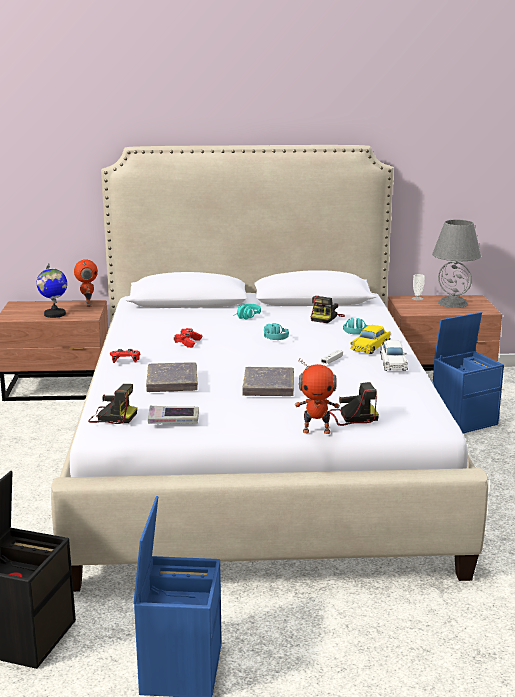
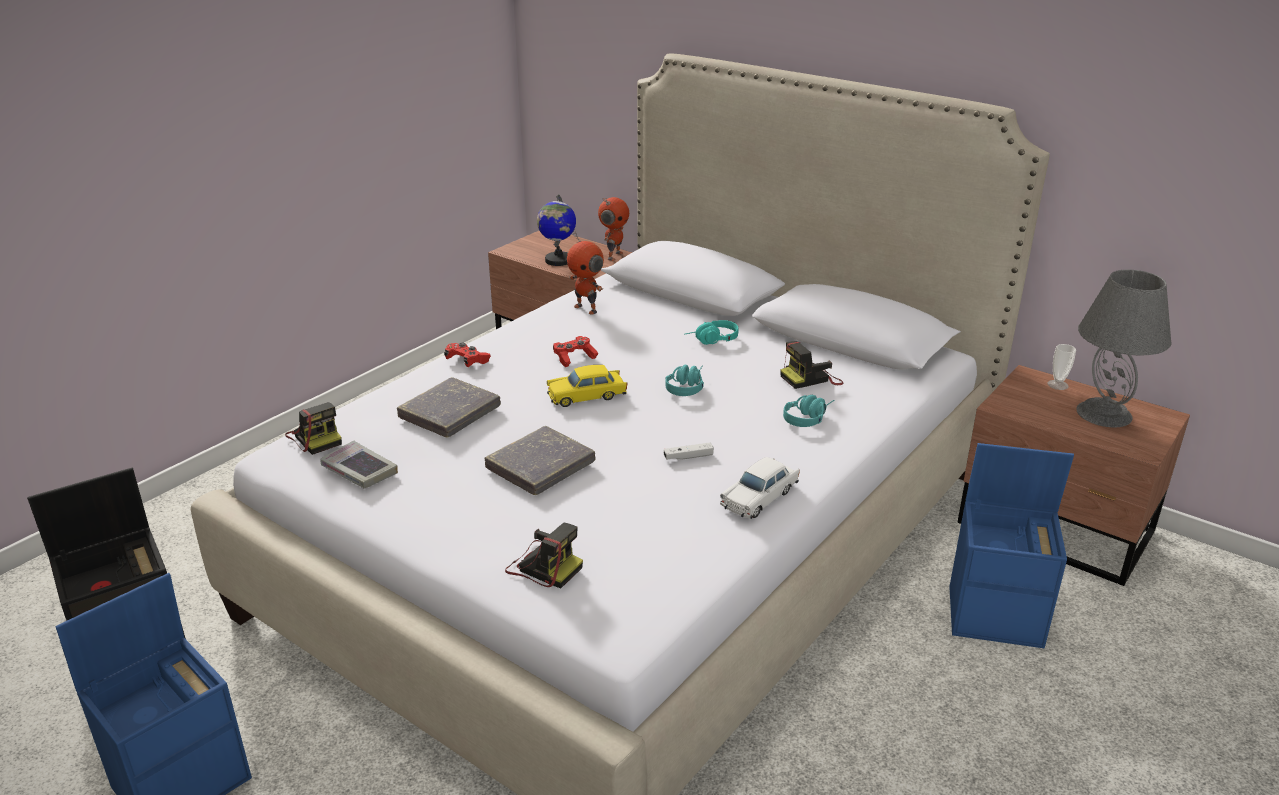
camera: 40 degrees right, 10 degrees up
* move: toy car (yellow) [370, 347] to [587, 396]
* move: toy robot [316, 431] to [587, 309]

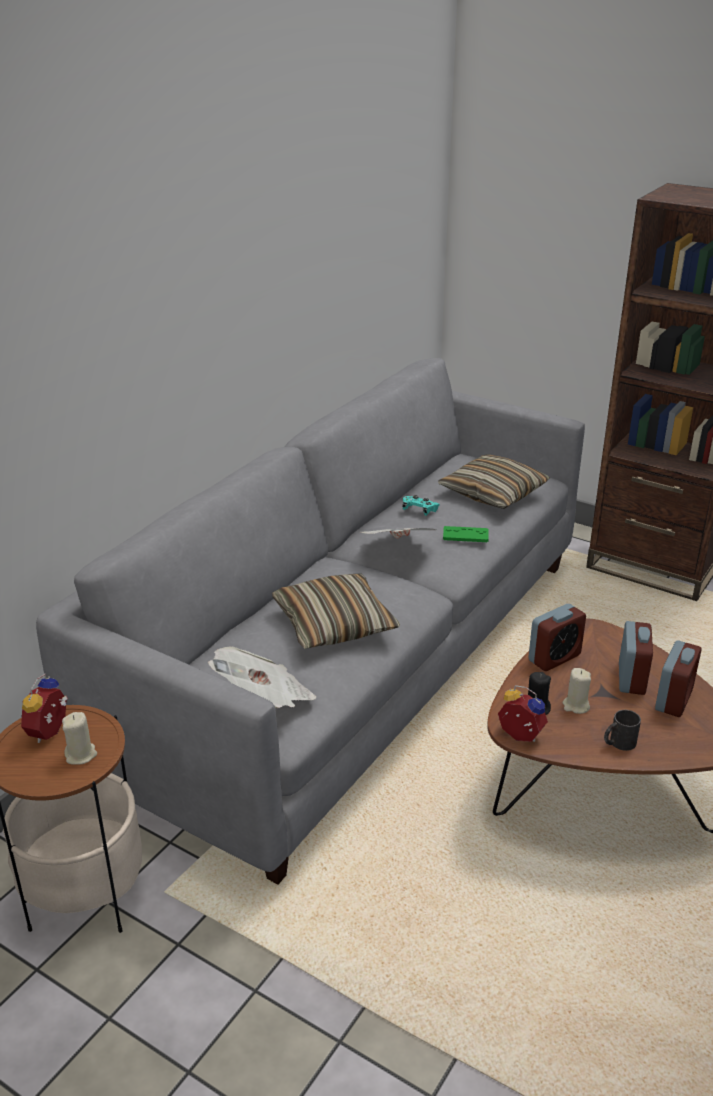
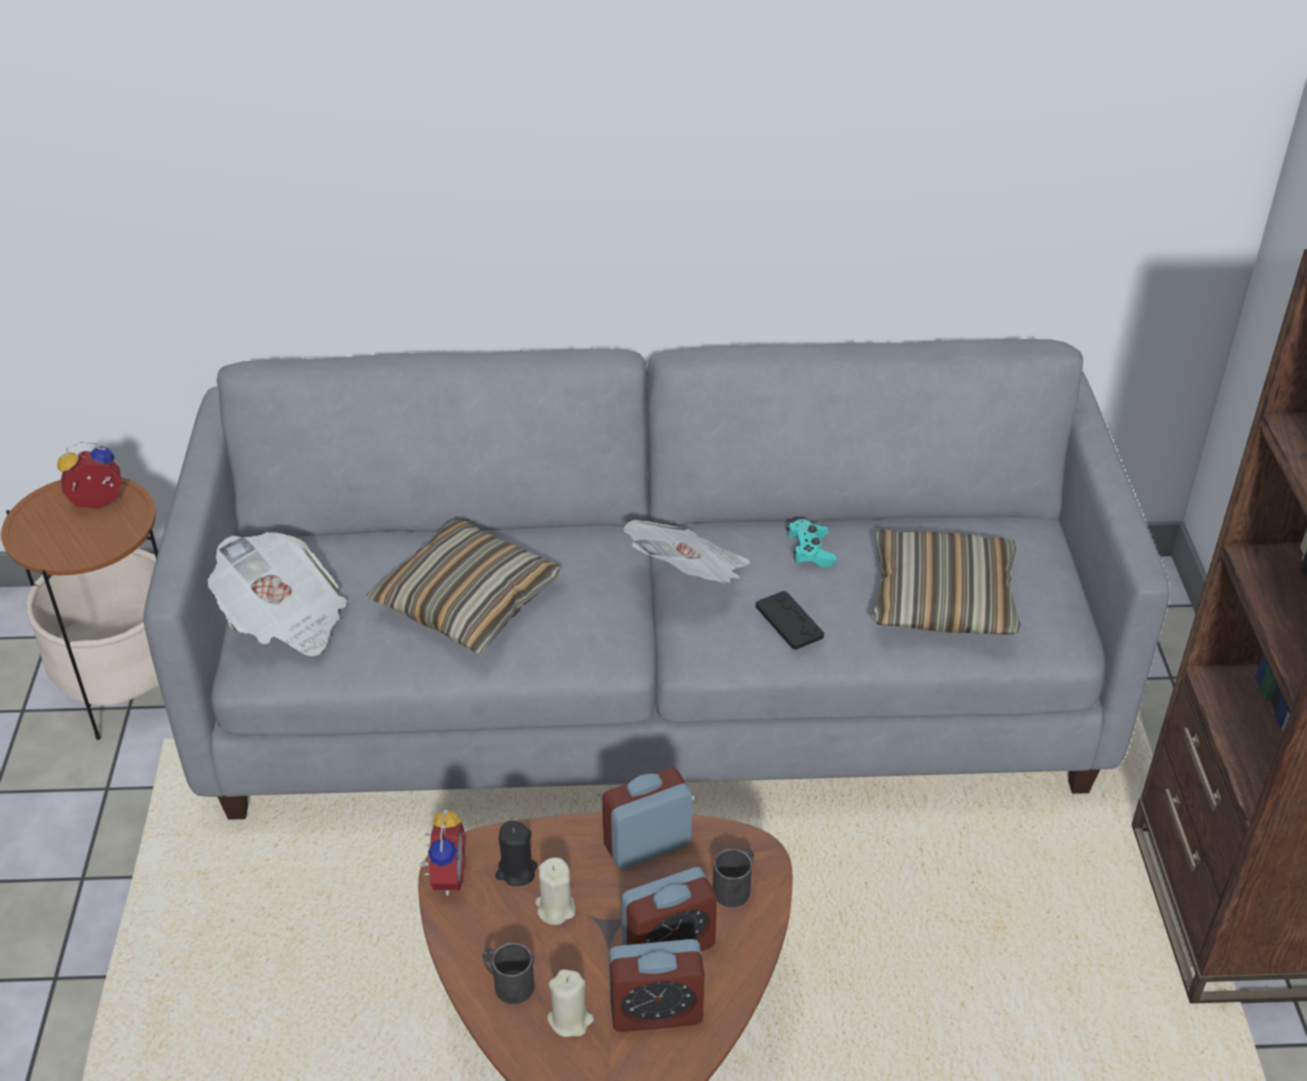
camera: 55 degrees right, 10 degrees up
* recolor: game controller (green) [465, 535] to game controller (black) [789, 621]
* rotate: alarm clock [554, 658] = [647, 844] 135 degrees clockwise
* move: candle (beige) [81, 755] to [570, 1019]
* insert: mug (black) [736, 886]

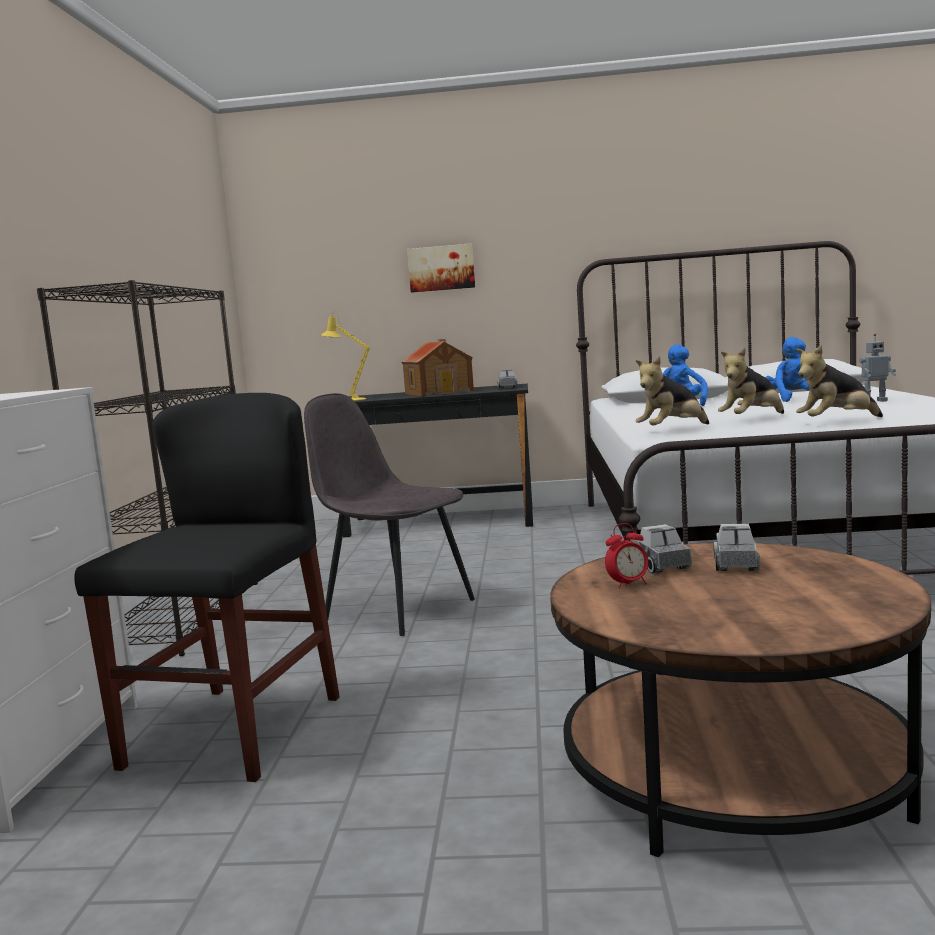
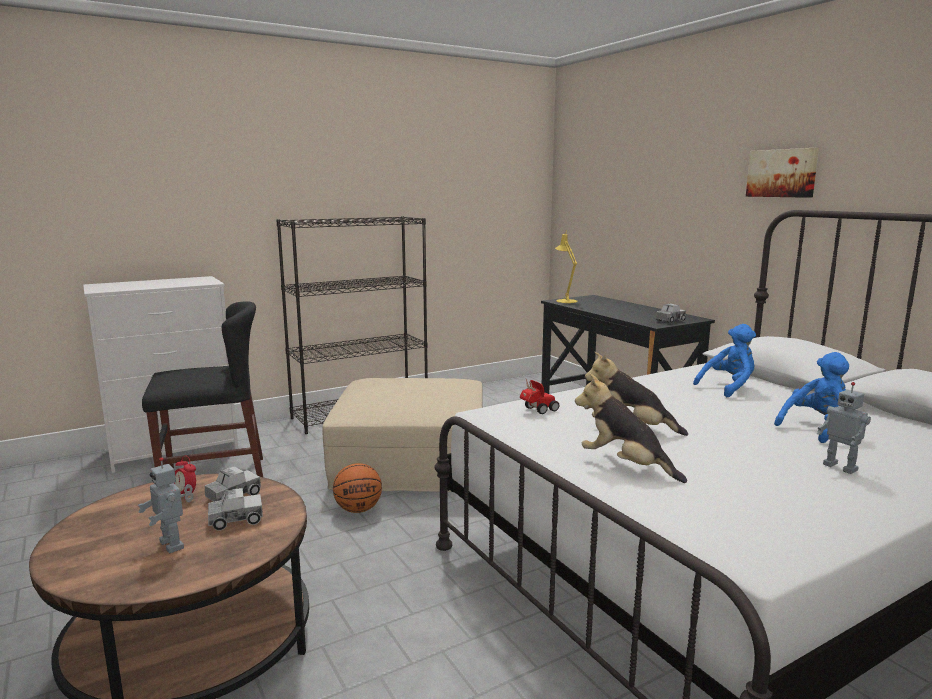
camera: 55 degrees right, 5 degrees up
* move: picture [441, 268] to [782, 173]
* delete: toy house [439, 392]
* replace: plush toy [672, 430] to toy car [537, 410]
* replace: chair (grey) [397, 609] to ottoman (beige) [411, 461]
* insert: toy robot [173, 544]
* insert: basketball [358, 509]

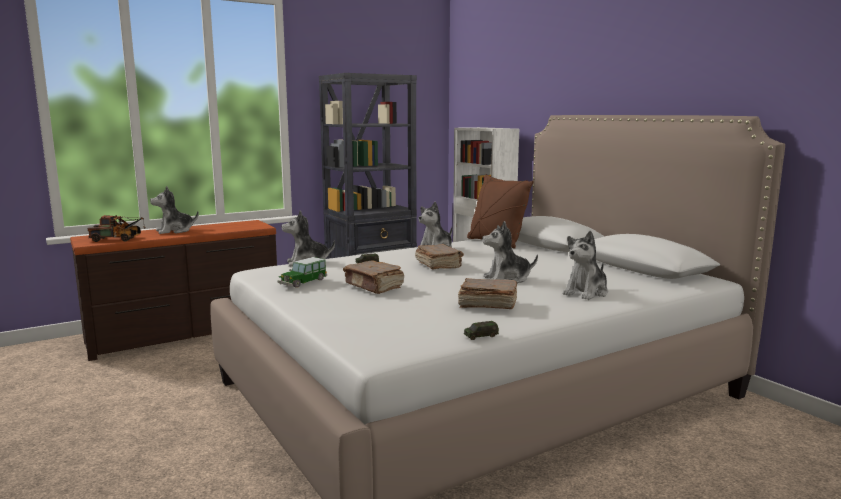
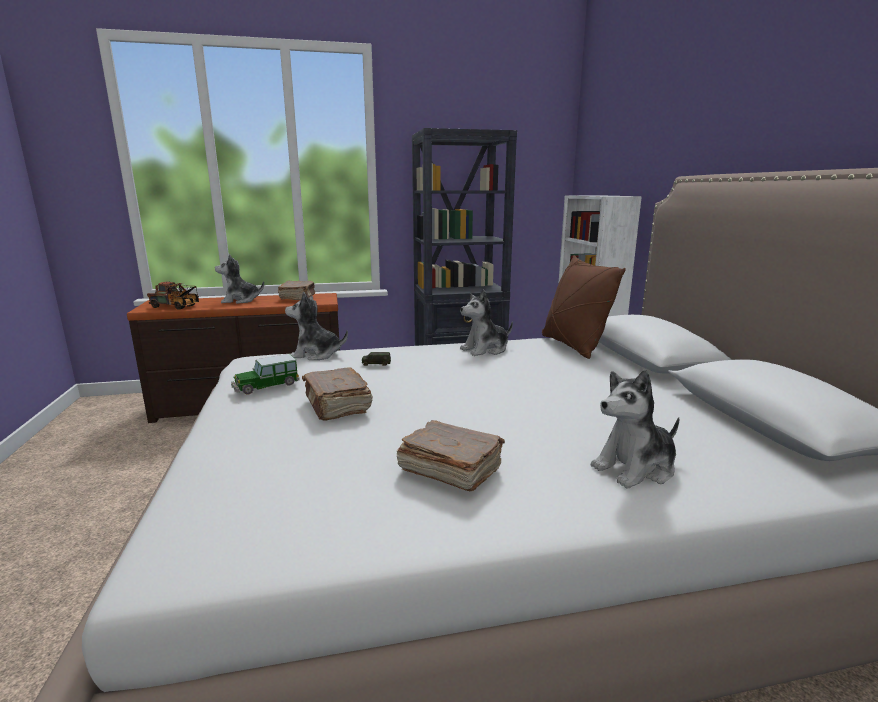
camera: 20 degrees right, 5 degrees up
* delete: plush toy [507, 279]
* move: book (brown) [438, 265] to [298, 298]
* delete: toy car [481, 336]

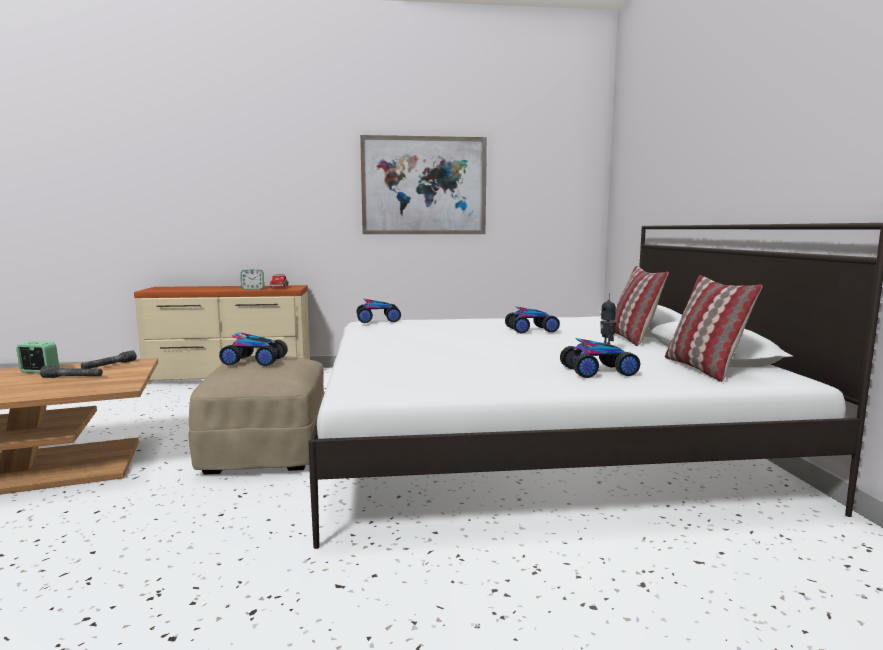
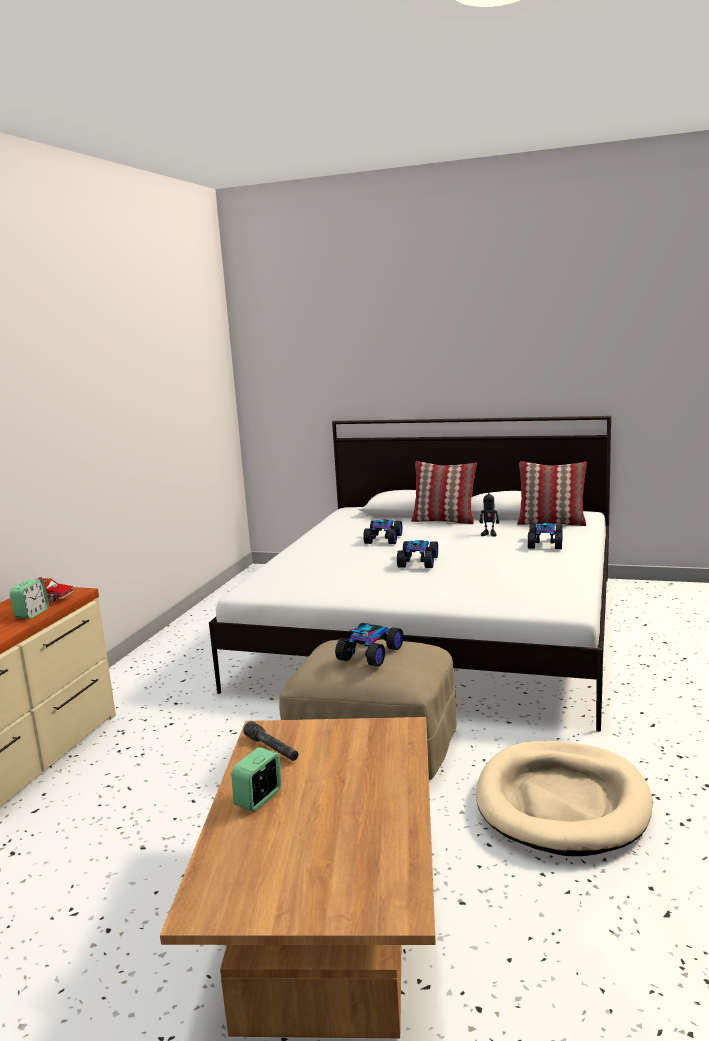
camera: 65 degrees left, 5 degrees up
* delete: picture [424, 186]
* move: toy car [378, 320] to [419, 562]
* delete: flashlight (grey) [73, 377]
* insert: dog bed (beige) [562, 802]

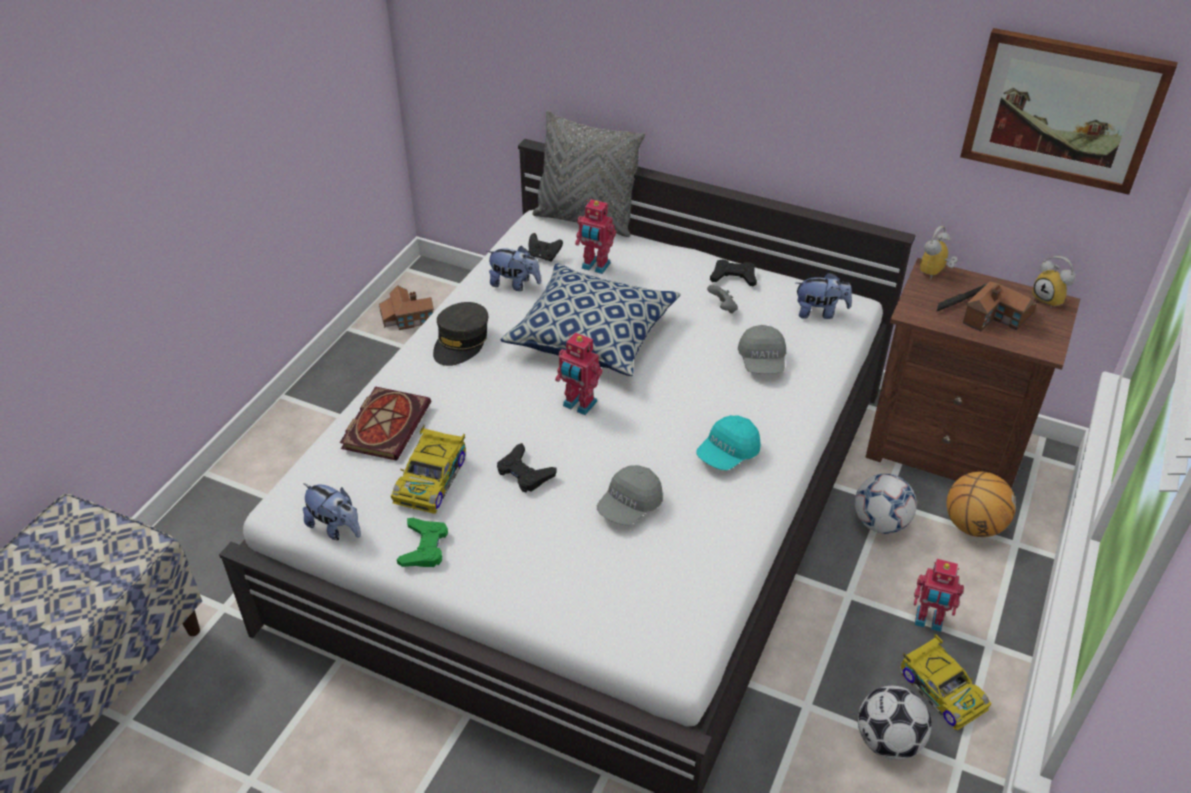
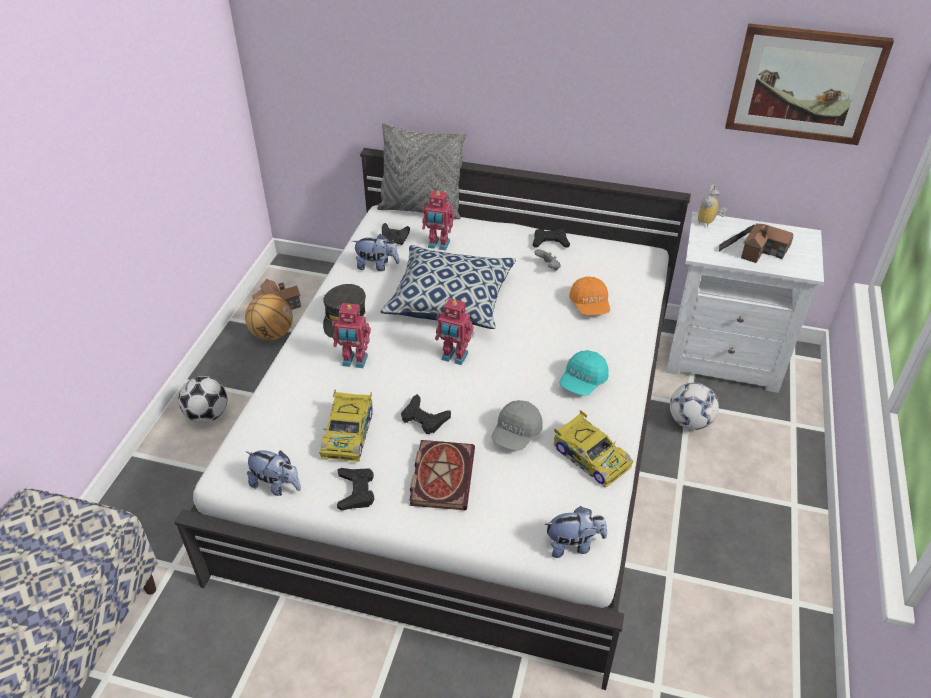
camera: 10 degrees left, 0 degrees up
* delete: alarm clock [1050, 299]
* recolor: nightstand (brown) [946, 448] to nightstand (white) [724, 358]
* move: plush toy [820, 312] to [573, 545]
* recolor: cap (grey) [762, 361] to cap (orange) [590, 305]
* move: book [385, 424] to [441, 475]
* move: basketball [973, 525] to [272, 334]
* recolor: game controller (green) [424, 547] to game controller (black) [356, 491]
* move: toy robot [928, 621] to [354, 361]
* move: toy car [941, 688] to [590, 456]
* move: football [888, 741] to [207, 415]

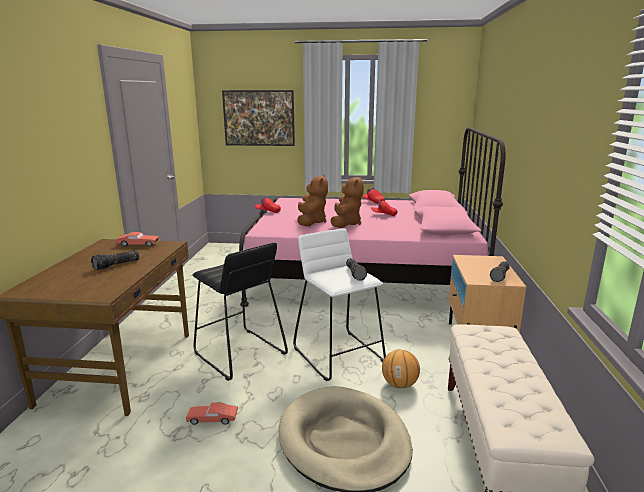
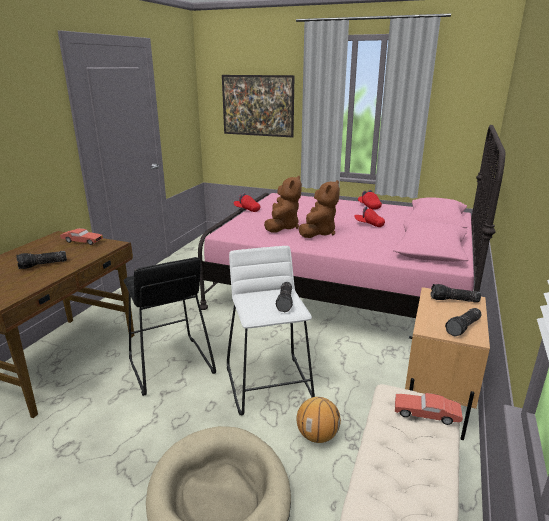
camera: 15 degrees right, 5 degrees up
* move: toy car (red) [213, 419] to [426, 414]
* insert: flashlight [454, 300]

